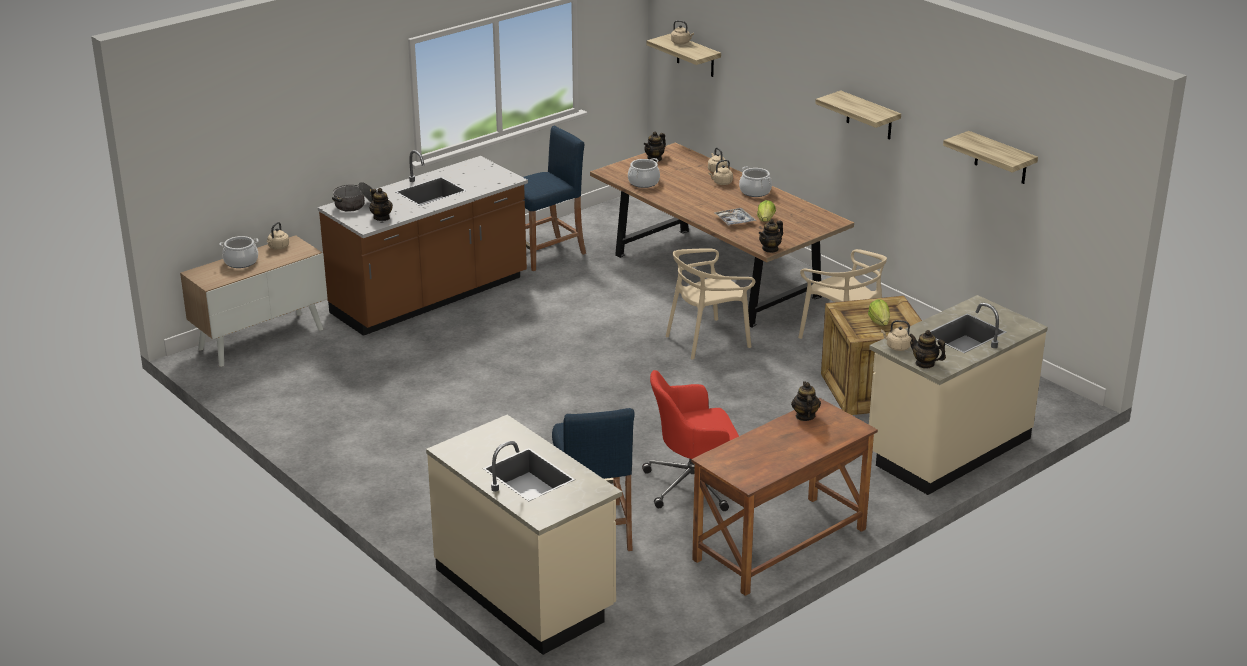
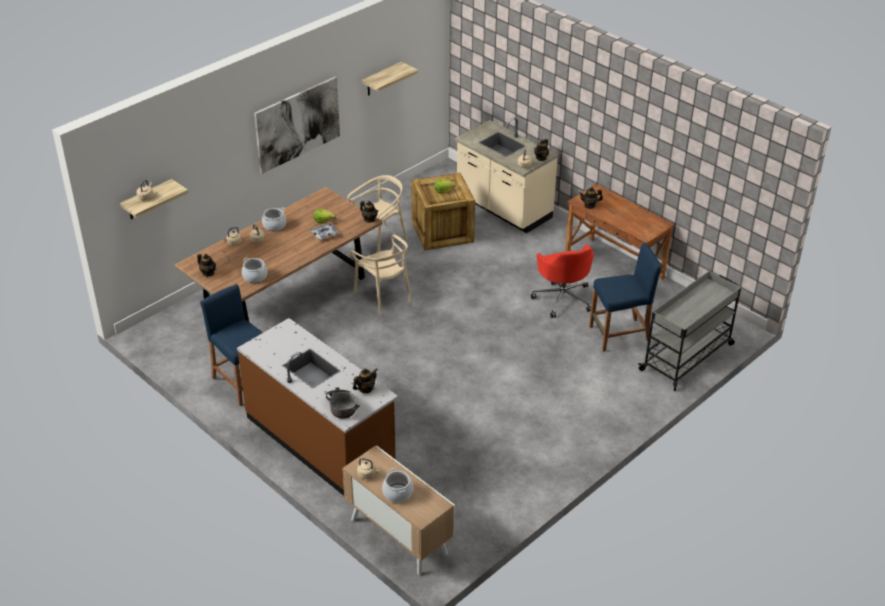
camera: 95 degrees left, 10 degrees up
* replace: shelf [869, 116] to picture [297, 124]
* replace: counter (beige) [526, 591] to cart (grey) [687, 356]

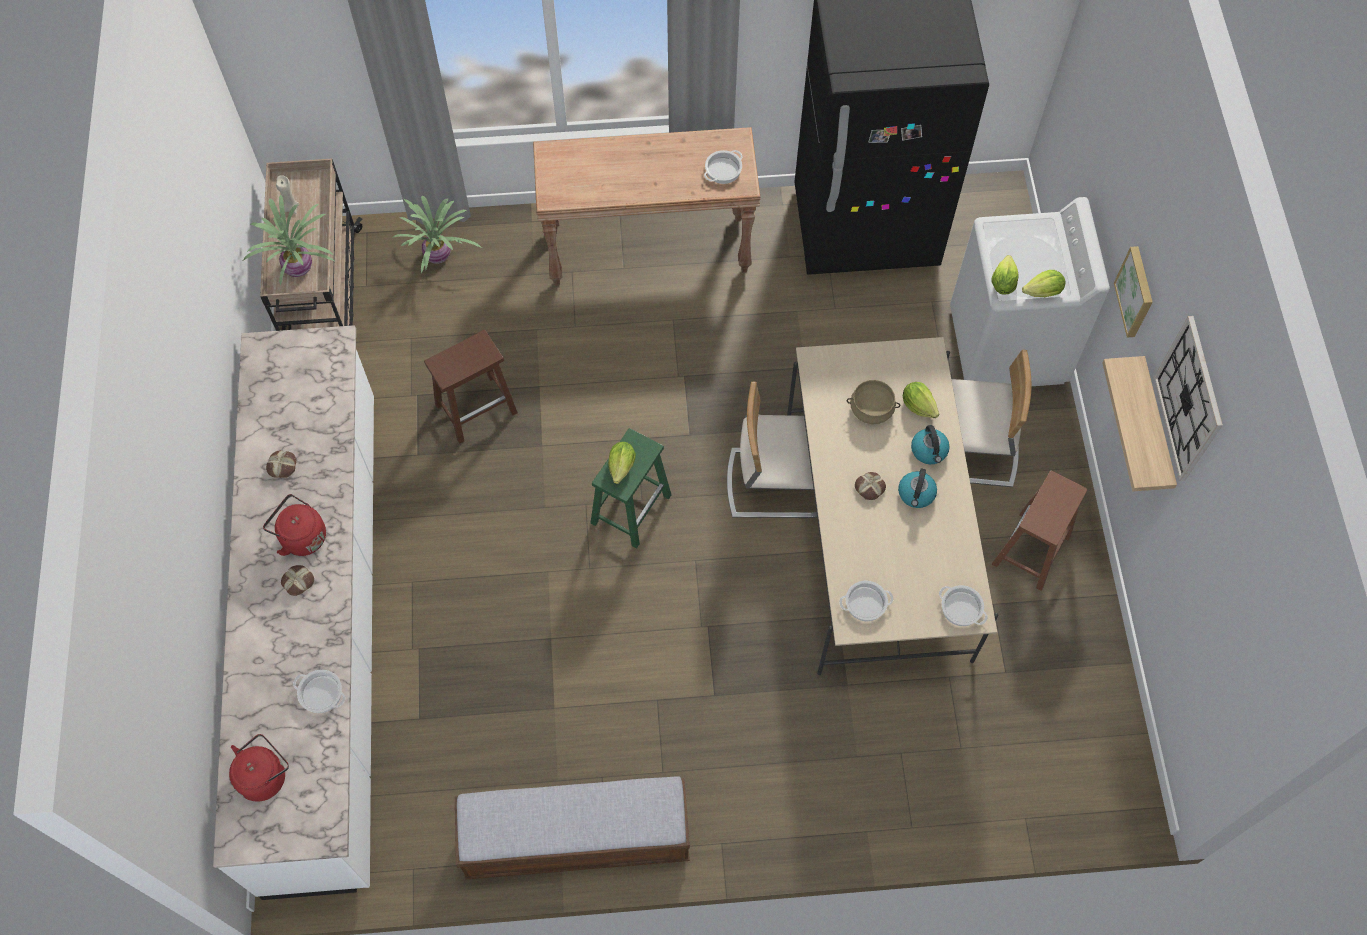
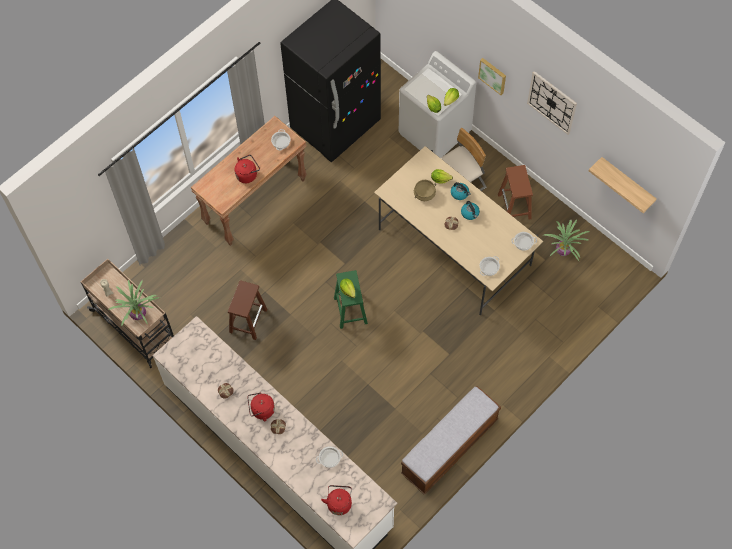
camera: 40 degrees left, 0 degrees up
* move: potted plant [439, 256] to [563, 251]
* move: shelf [1154, 429] to [627, 183]
* delete: chair (beige) [775, 482]
* insert: kettle (red) [247, 174]

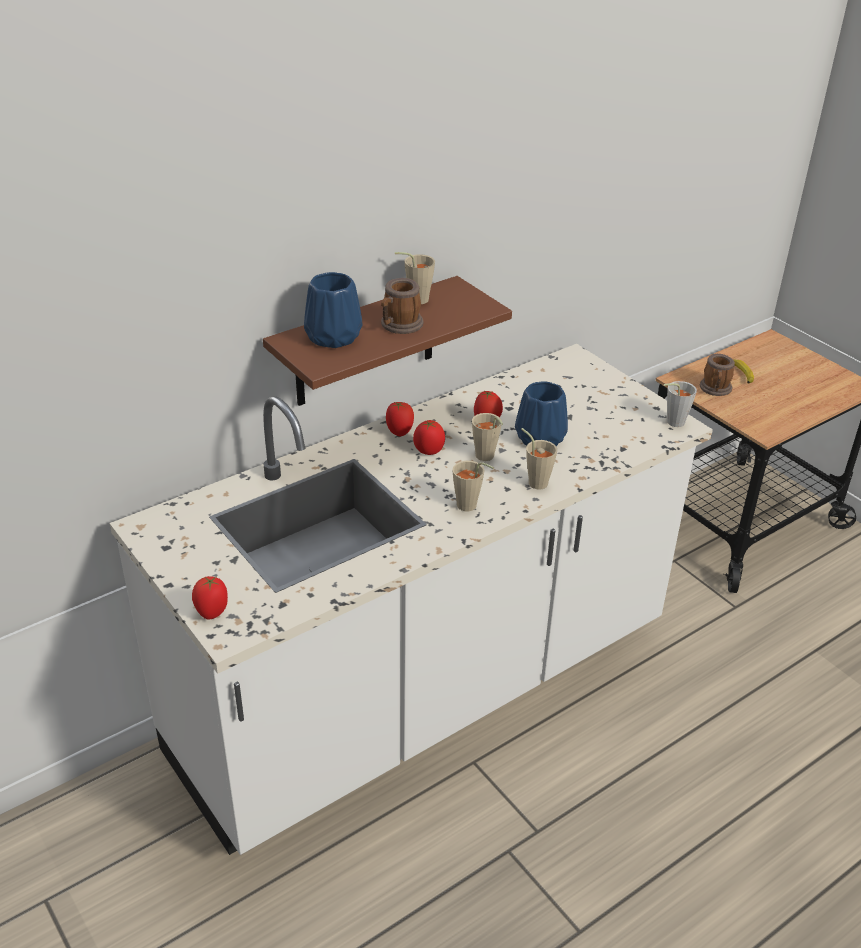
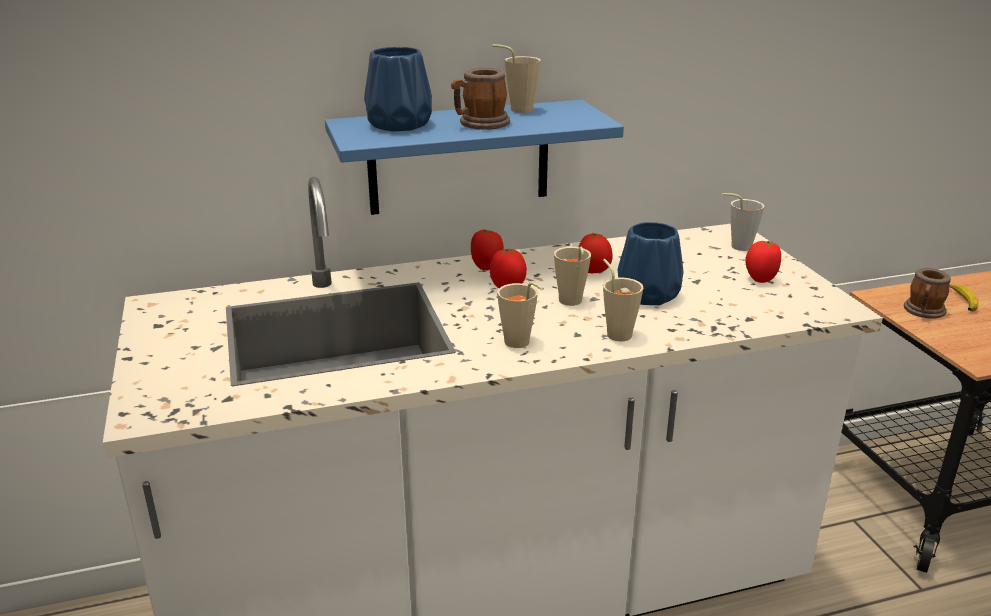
camera: 20 degrees right, 10 degrees down
* recolor: shelf (brown) [365, 343] to shelf (blue) [459, 157]
* move: cup (grey) [671, 422] to [736, 246]
* move: tomato [212, 611] to [760, 279]

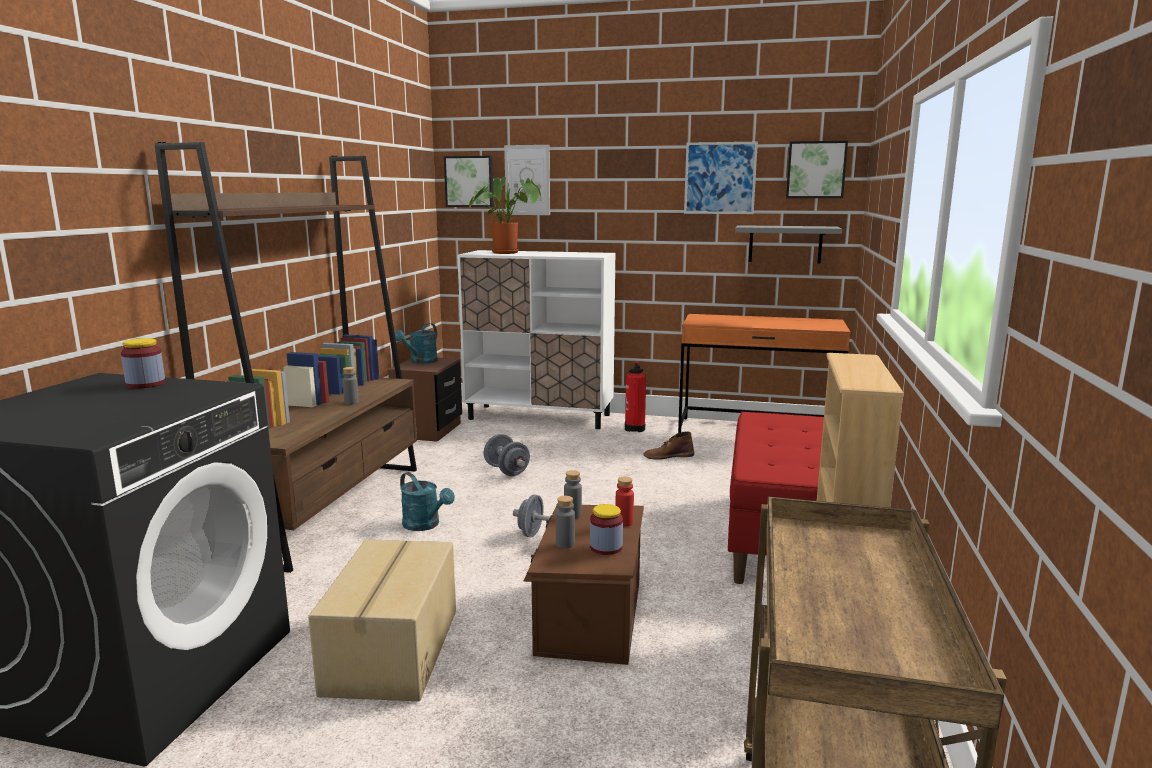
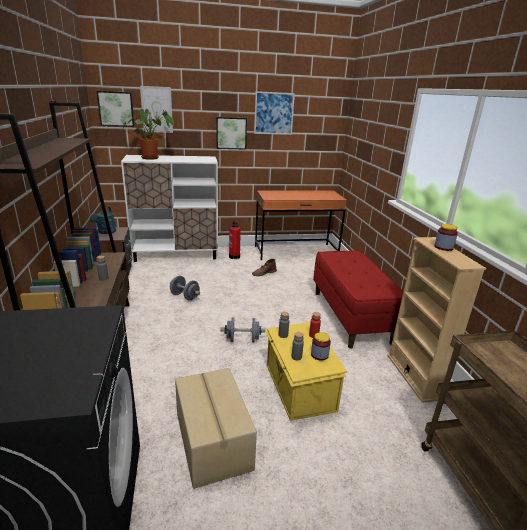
camera: 25 degrees left, 10 degrees up
* move: picture [816, 170] to [231, 133]
* delete: shelf (grey) [785, 244]
* move: jar [145, 384] to [443, 247]
* delete: watering can (turquoise) [425, 525]
* recolor: storage box (brown) [587, 617] to storage box (yellow) [298, 387]

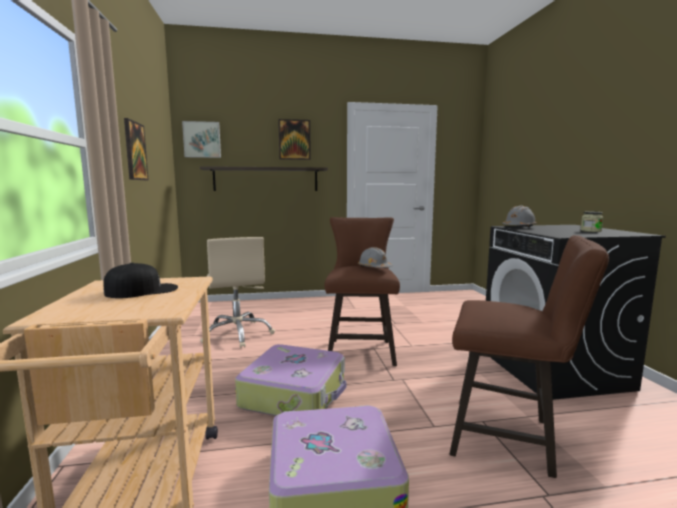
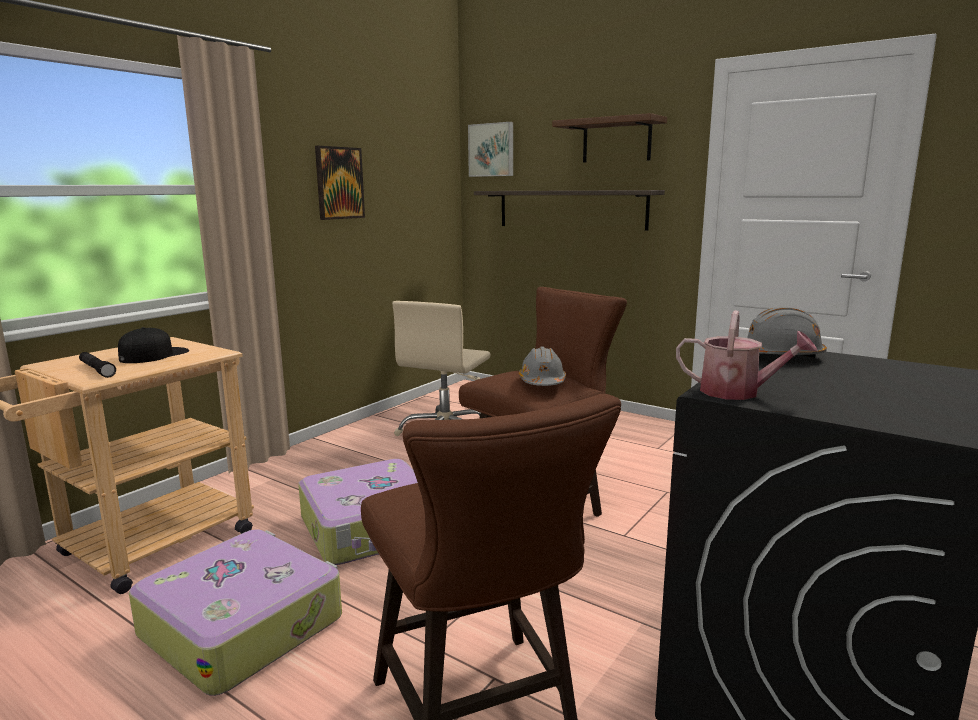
camera: 45 degrees right, 5 degrees up
* replace: picture [294, 139] to shelf (brown) [616, 141]
* delete: jar [590, 231]
* rotate: cap (black) [142, 290] = [154, 355] 75 degrees counterclockwise
* insert: watering can [738, 392]
* insert: flashlight (black) [97, 370]

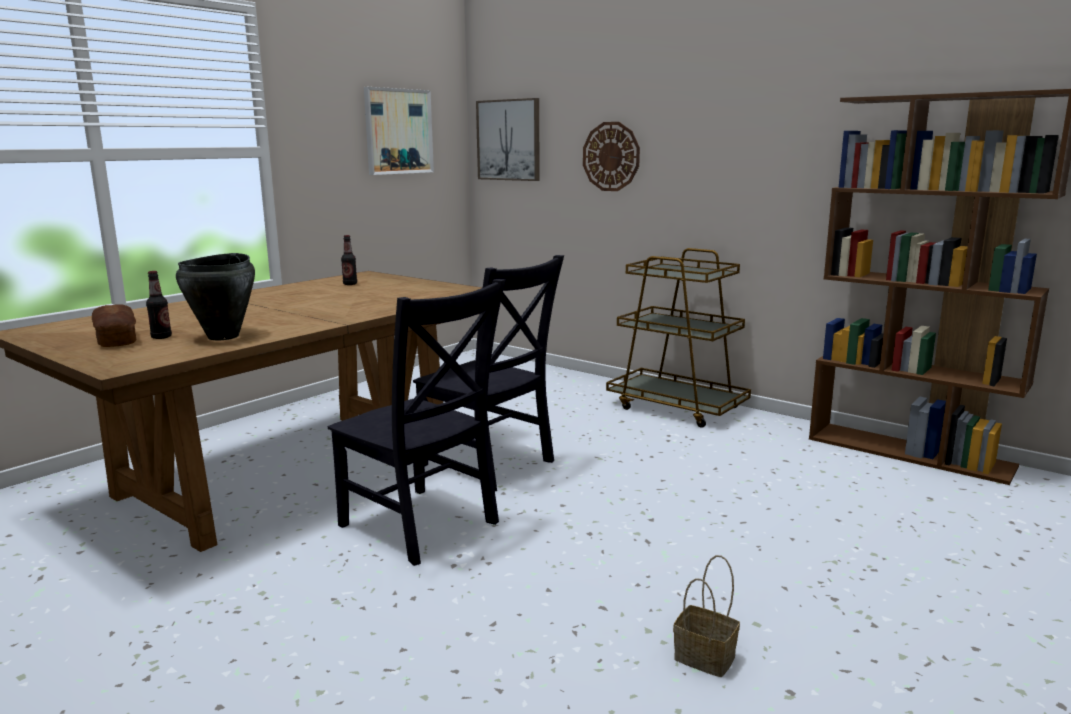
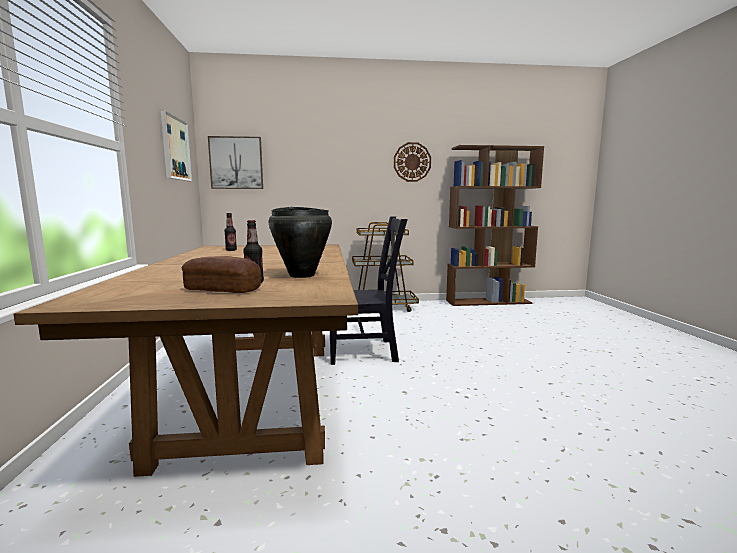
camera: 45 degrees left, 5 degrees down
* move: wall clock [611, 156] to [412, 162]
* delete: chair (black) [422, 526]
* delete: basket [707, 658]

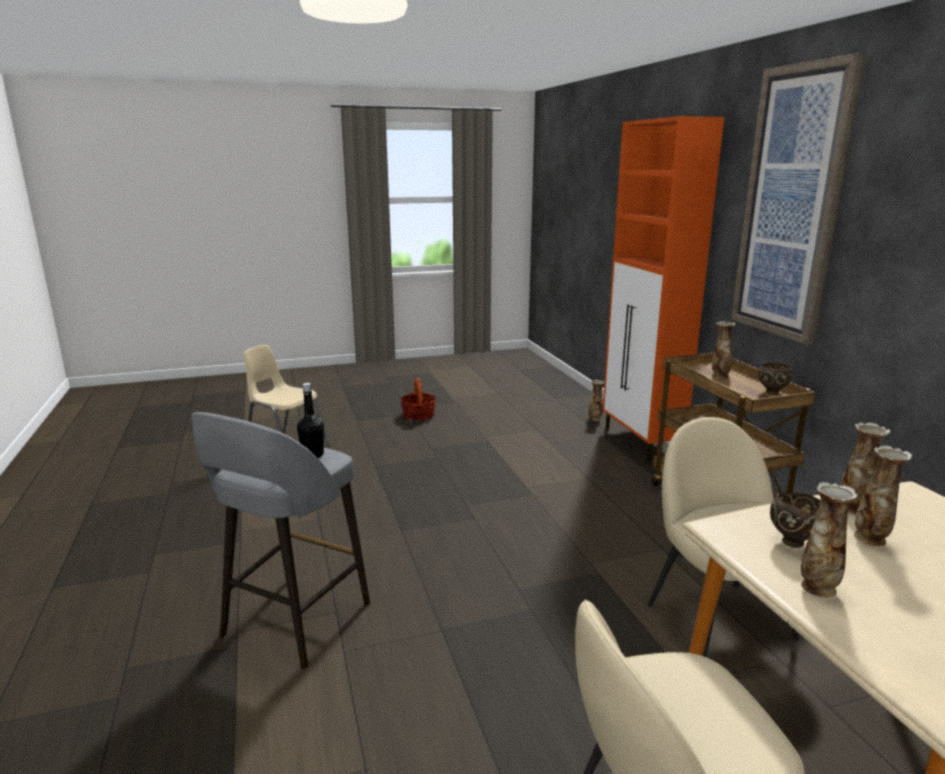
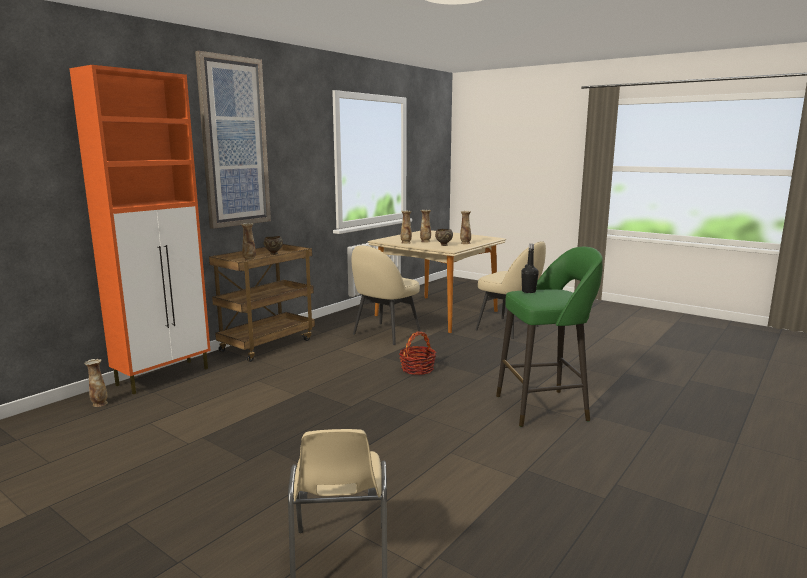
camera: 125 degrees left, 5 degrees down
* move: basket [418, 415] to [417, 369]
* recolor: stool (grey) [293, 621] to stool (green) [544, 408]

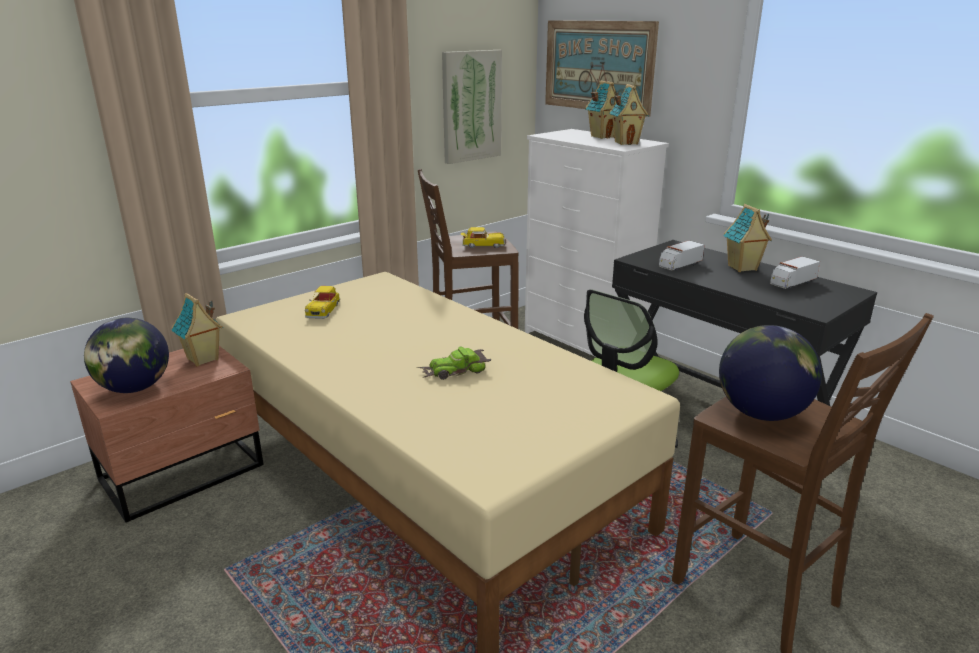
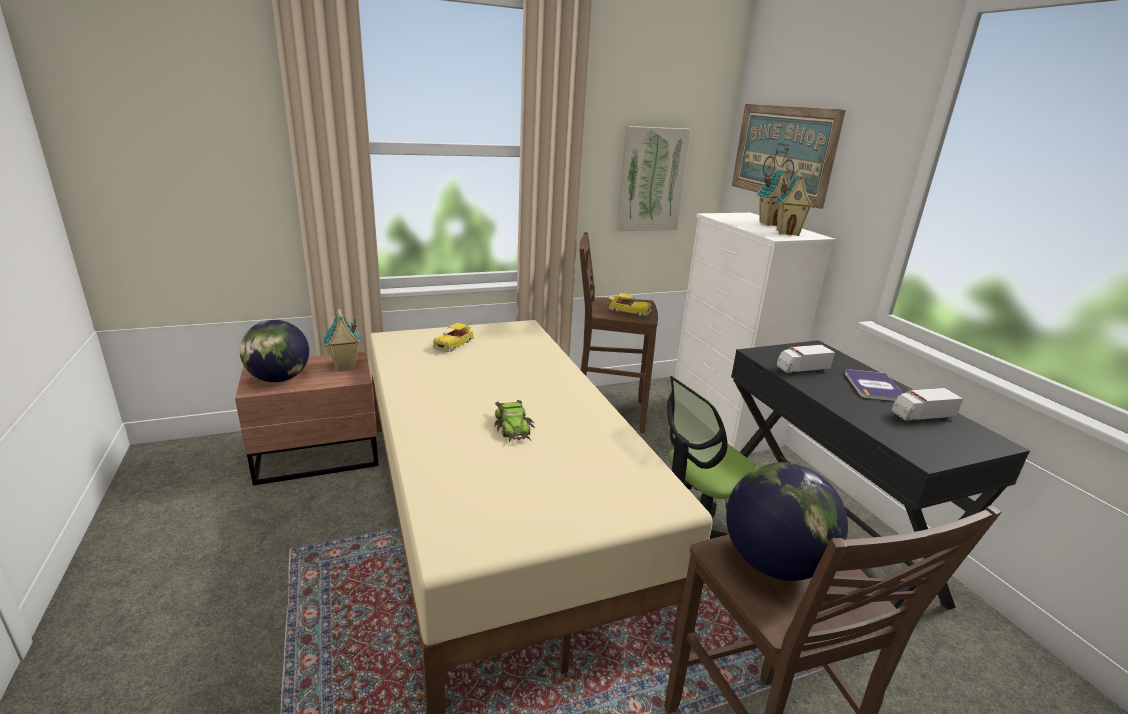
camera: 20 degrees right, 0 degrees up
* replace: toy house [742, 268] to book [873, 386]
* rotate: toy car [454, 371] = [513, 427] 105 degrees counterclockwise

